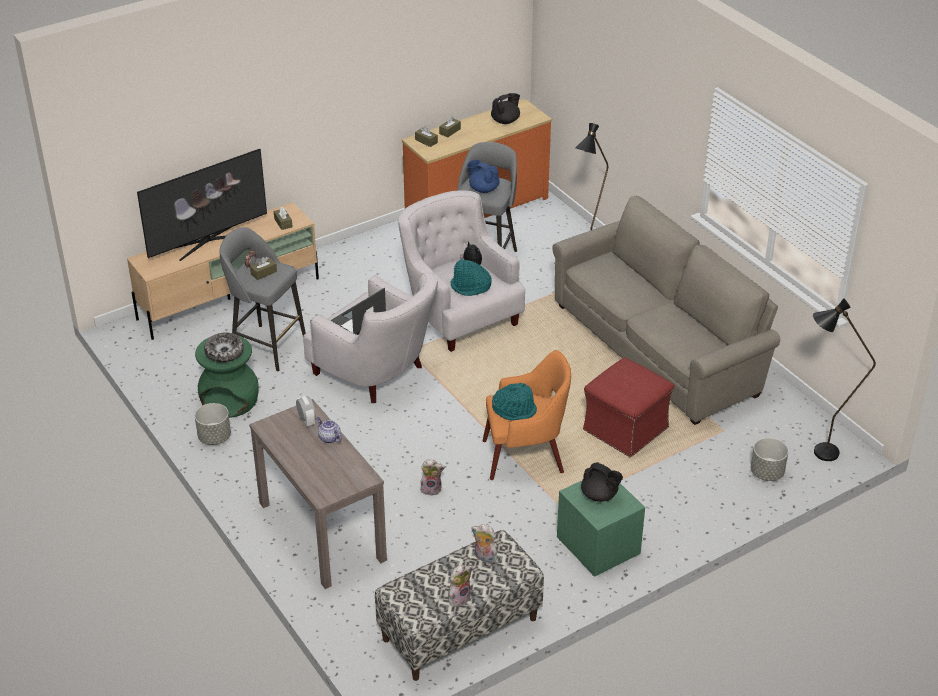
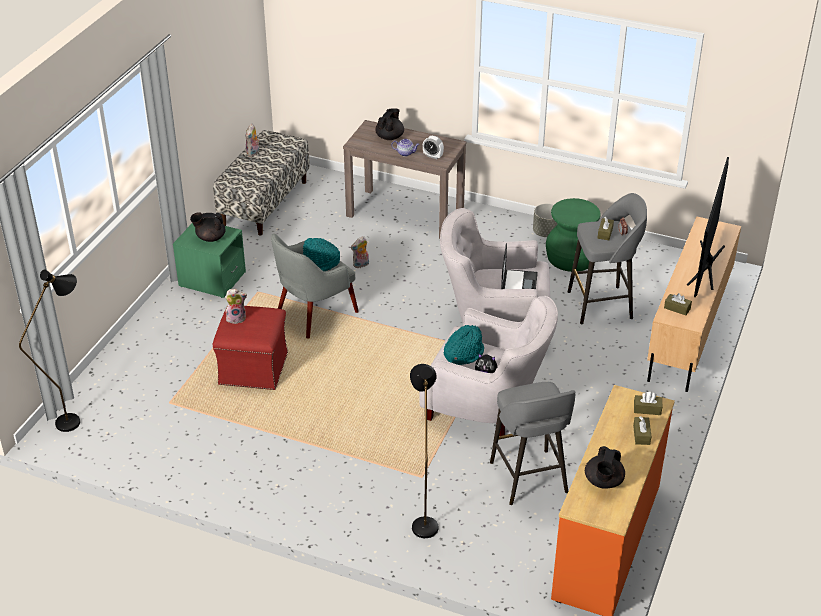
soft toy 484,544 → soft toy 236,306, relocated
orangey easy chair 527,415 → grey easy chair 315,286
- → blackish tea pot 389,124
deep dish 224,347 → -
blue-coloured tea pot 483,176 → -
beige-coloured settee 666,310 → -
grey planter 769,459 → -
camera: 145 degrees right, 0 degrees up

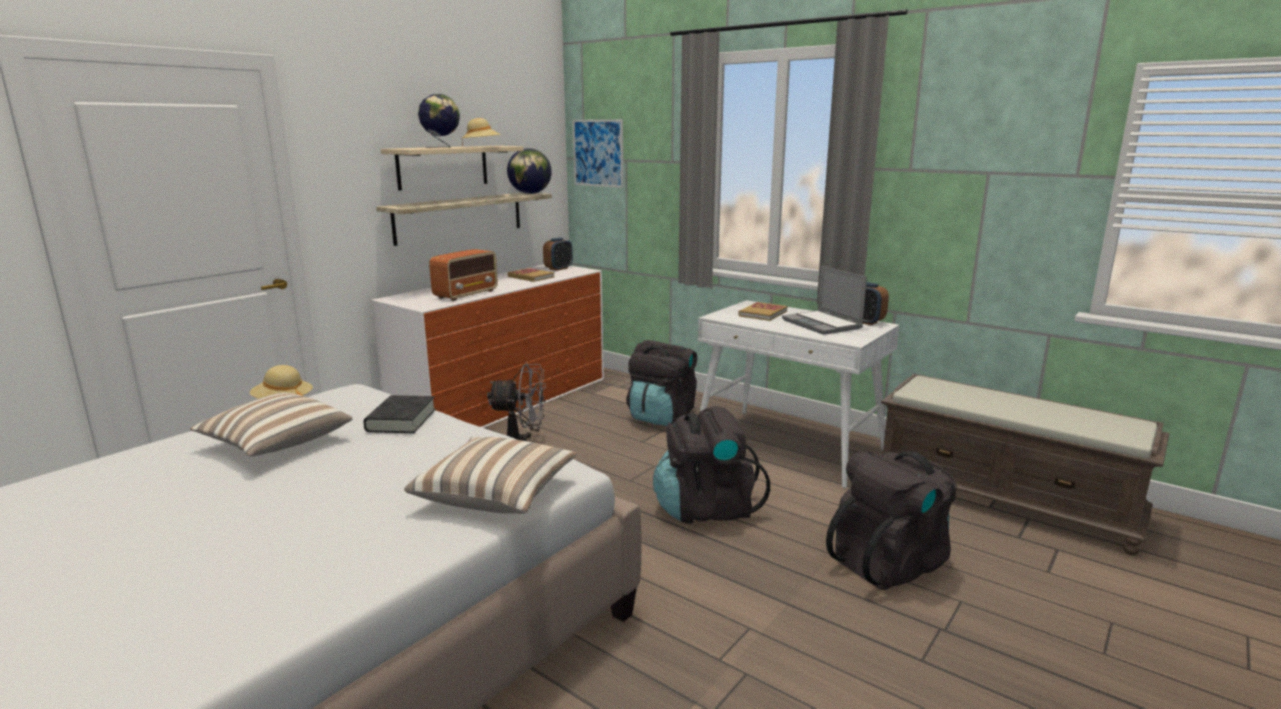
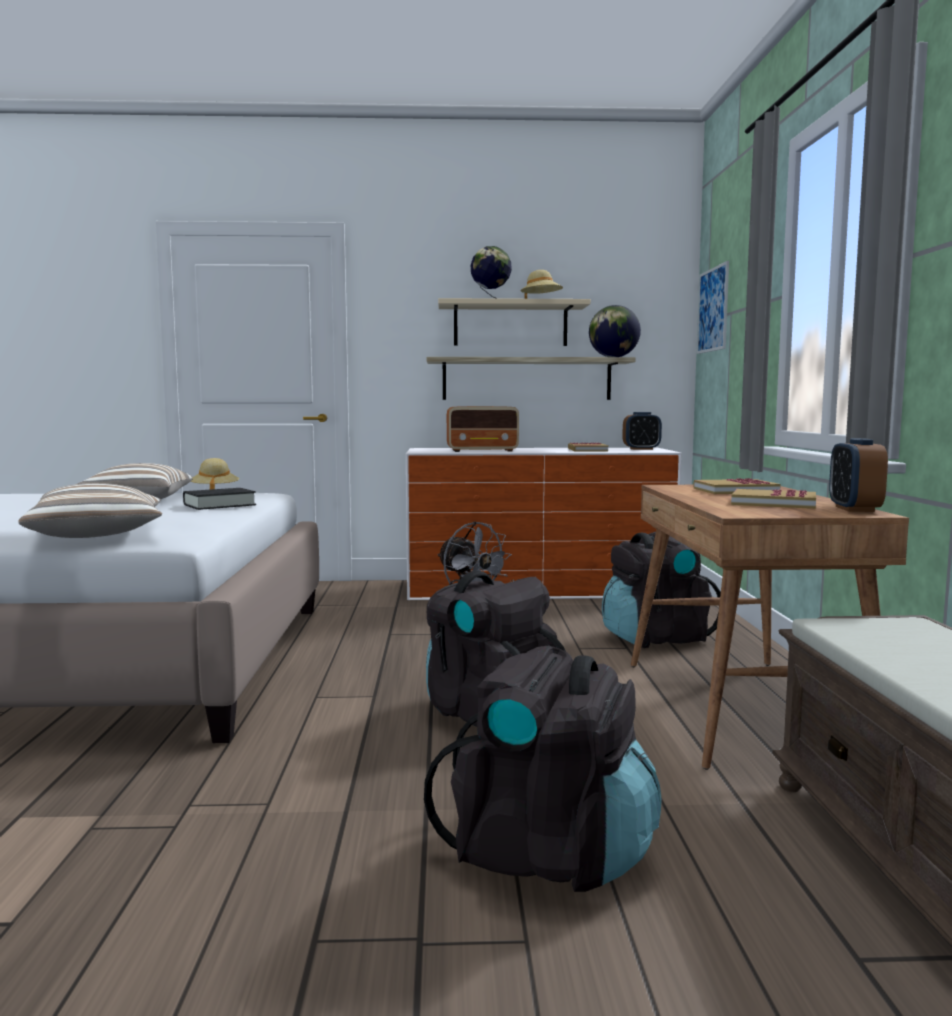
whitish desk 799,394 → brown-coloured desk 770,627
laptop 824,300 → bound book 773,499
camera: 50 degrees right, 10 degrees down

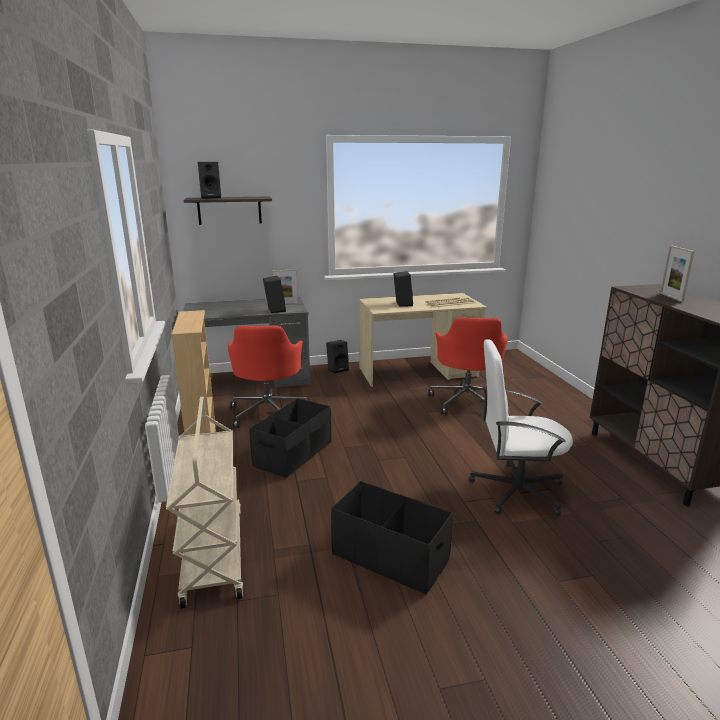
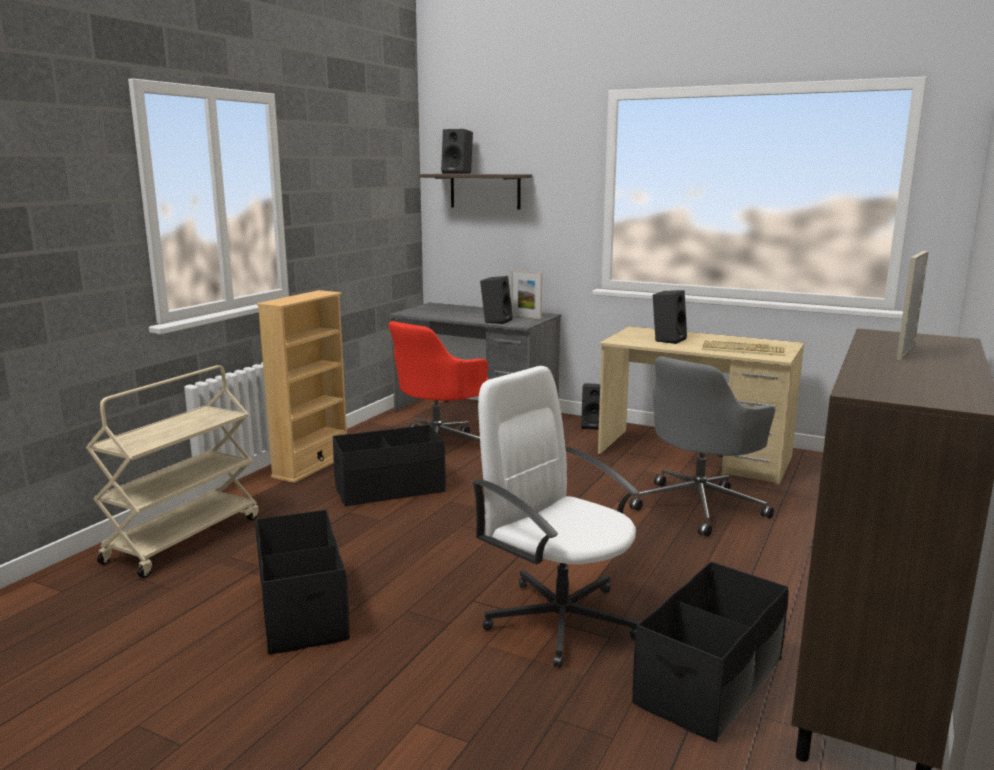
reddish office chair 468,366 → grey office chair 702,446
- → blackish storage bin 710,652
camera: 40 degrees right, 5 degrees down

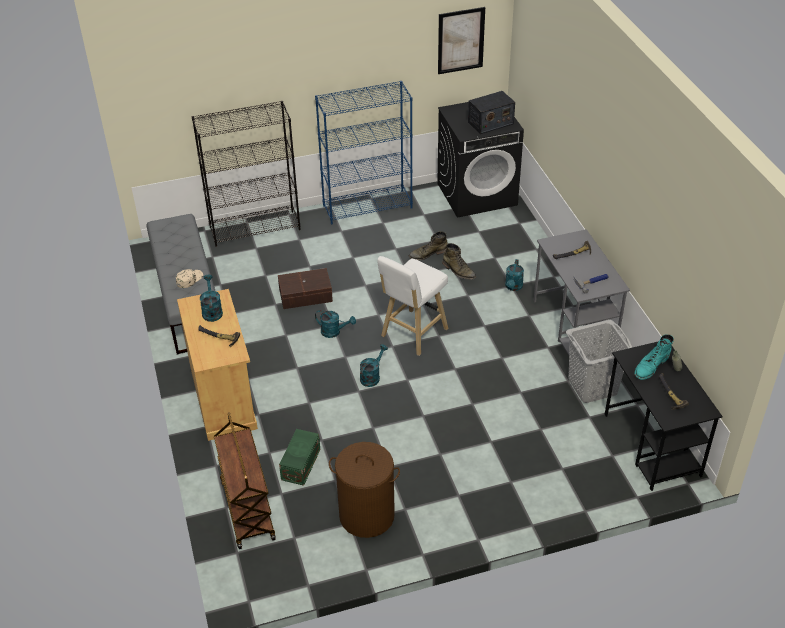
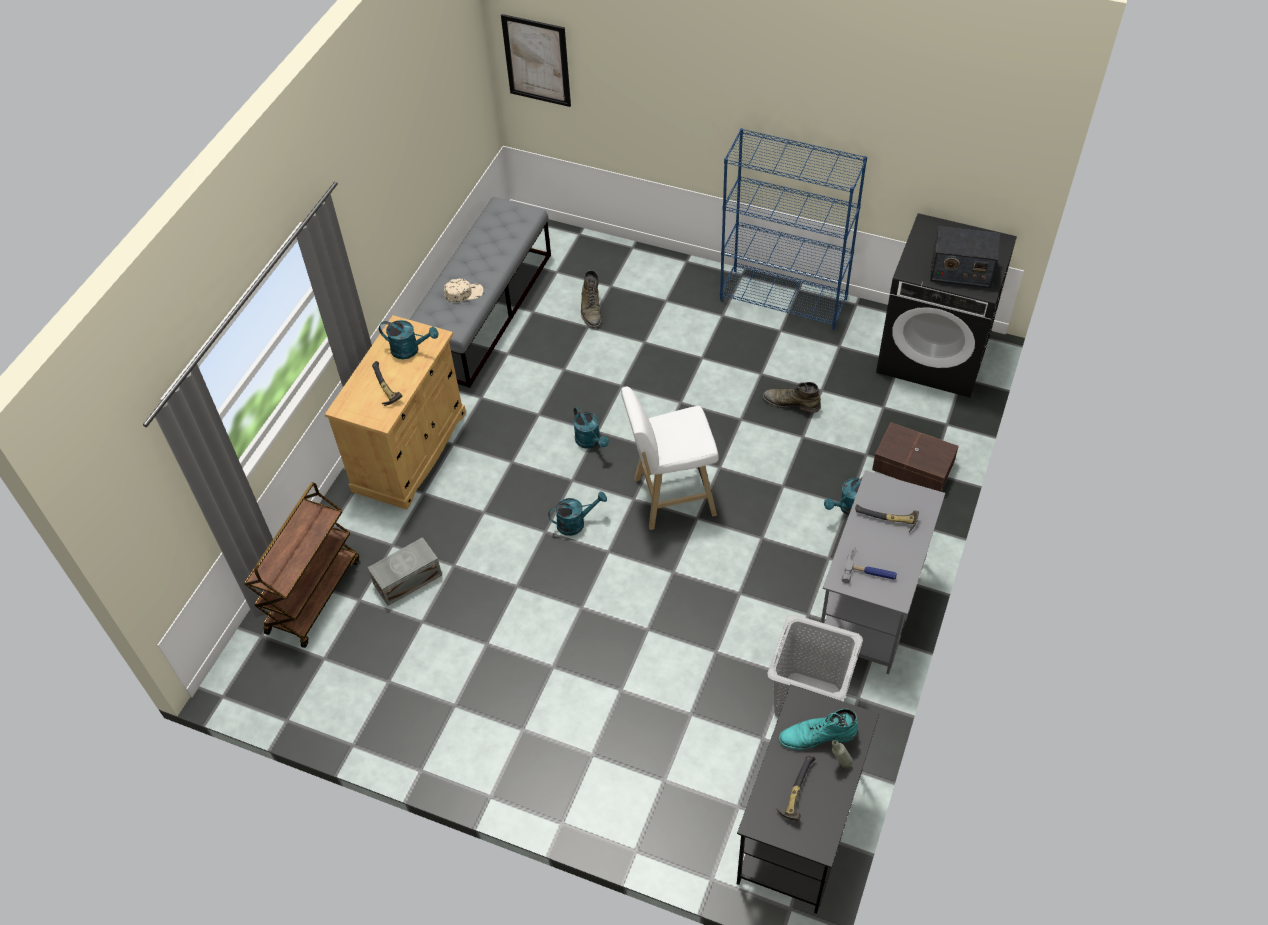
green storage bin 299,457 → grey storage bin 405,571
turquoise watering can 211,298 → turquoise watering can 408,339, 75 degrees clockwise
picture 461,40 → picture 536,60, relocated
green high-top boot 459,261 → green high-top boot 591,298, relocated
brown-coloured storage bin 305,288 → brown-coloured storage bin 915,457, relocated
blackish bookshelf 246,174 → -
brown-coloured hamper 364,490 → -
camera: 40 degrees right, 10 degrees up

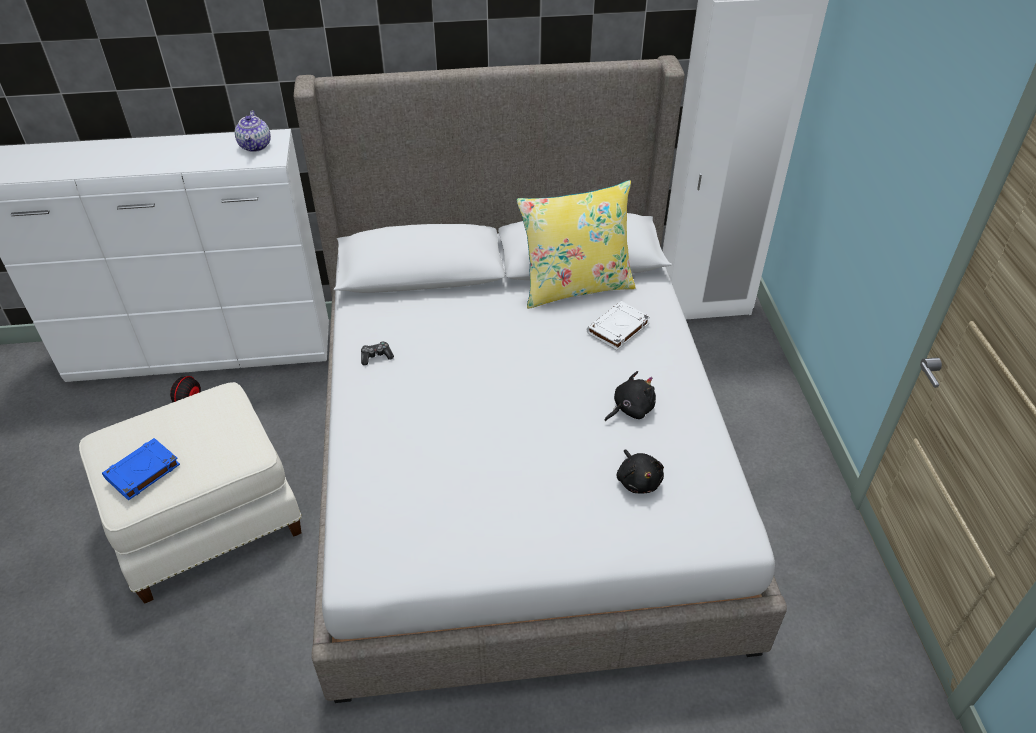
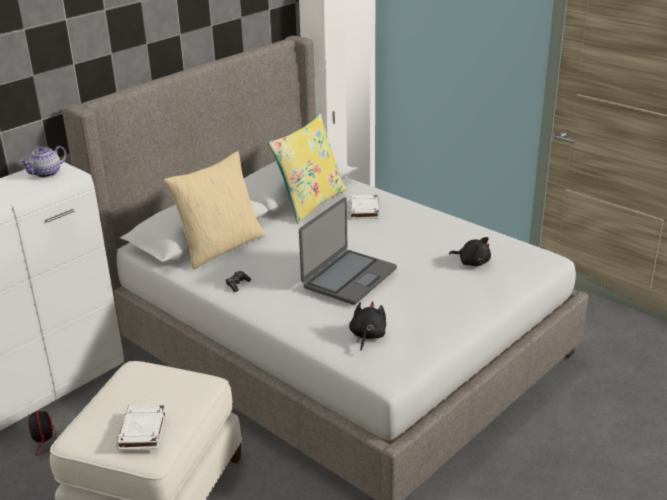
tea pot 253,131 → tea pot 43,162, 90 degrees clockwise
blue-coloured bound book 141,469 → whitish bound book 141,427
- → beige-coloured cushion 214,210
- → laptop 348,251
blackish soft toy 630,396 → blackish soft toy 367,325, relocated
camera: 40 degrees left, 15 degrees down

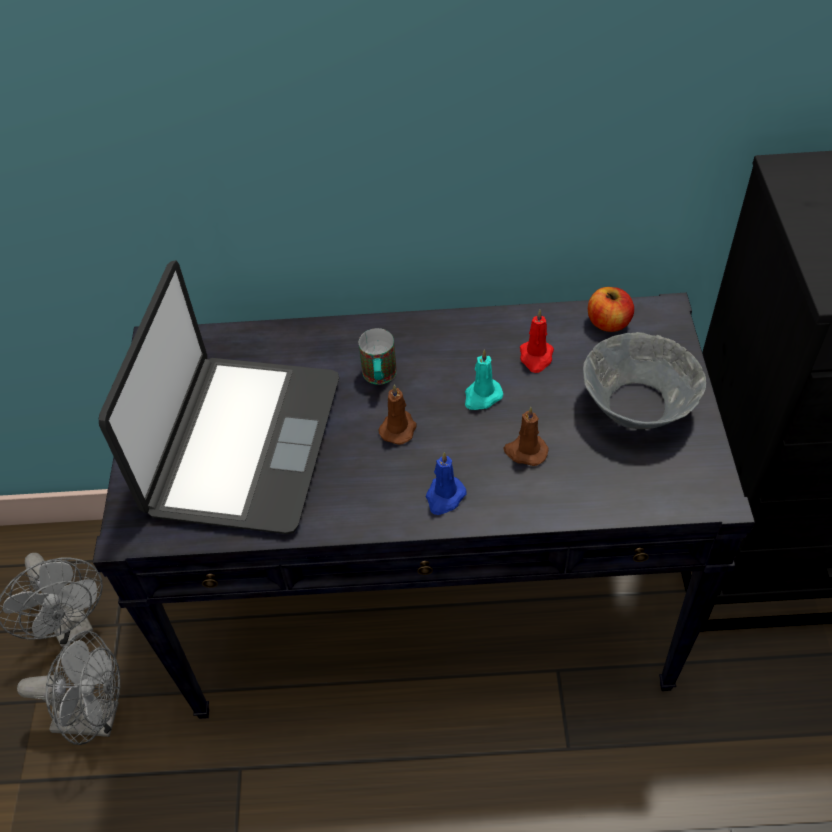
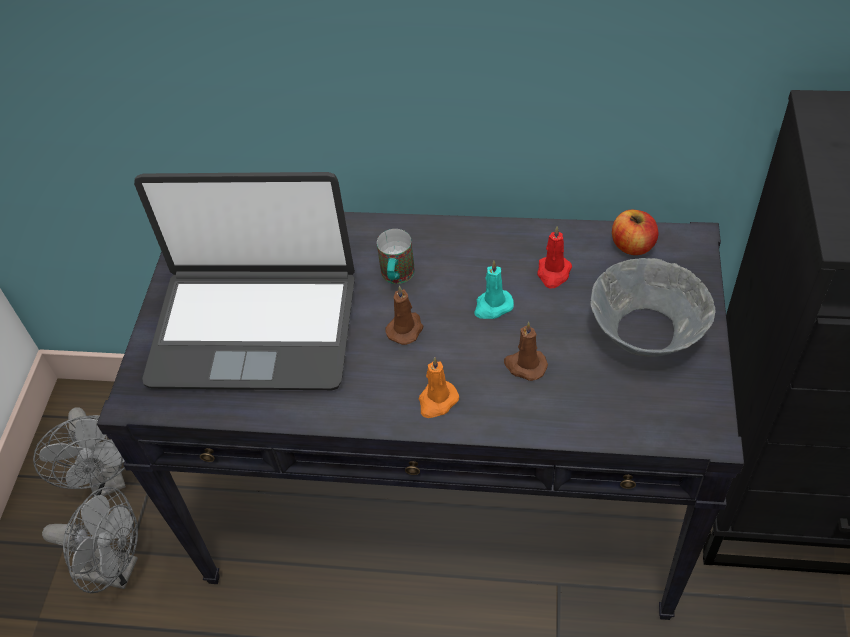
laptop 219,397 → laptop 244,281, 75 degrees clockwise
blue-coloured wax light 446,483 → orangey wax light 439,387
camera: 10 degrees right, 0 degrees up

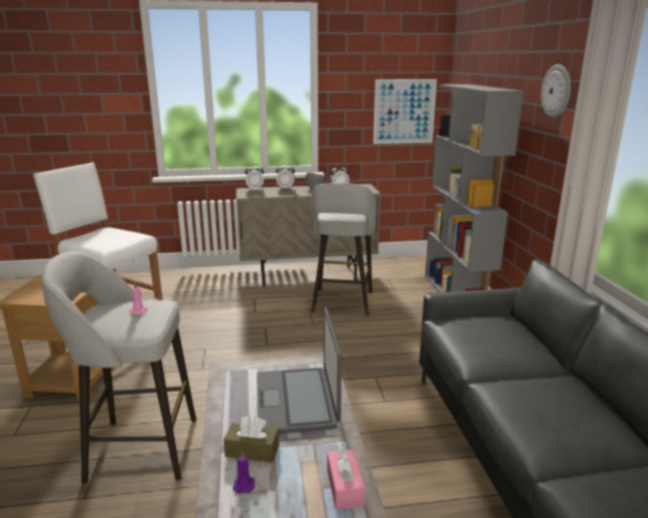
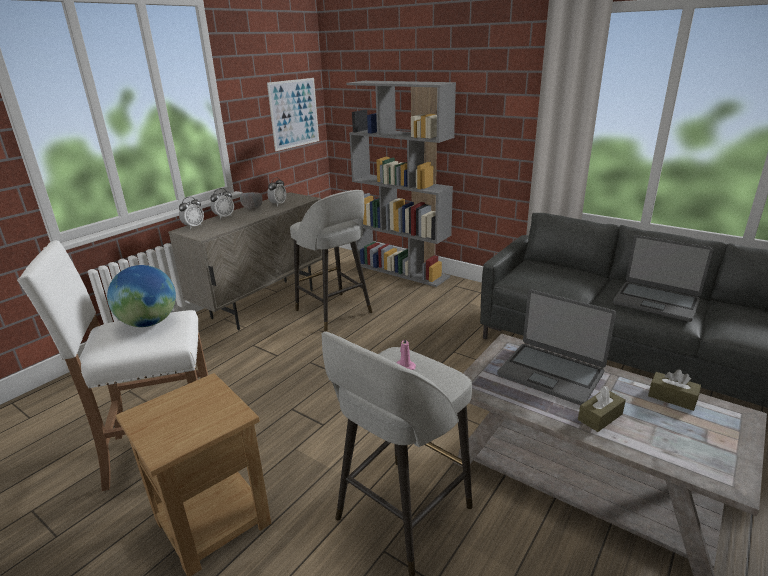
- → globe 141,296
- → laptop 663,278
pink-coloured box of tissues 346,479 → brown-coloured box of tissues 674,390
purple-coloured wax light 244,472 → -
clock on the wall 556,91 → -
camera: 45 degrees left, 5 degrees up

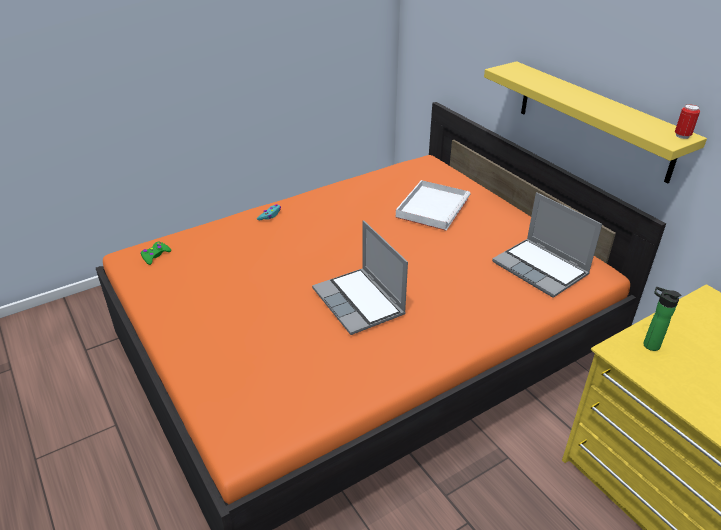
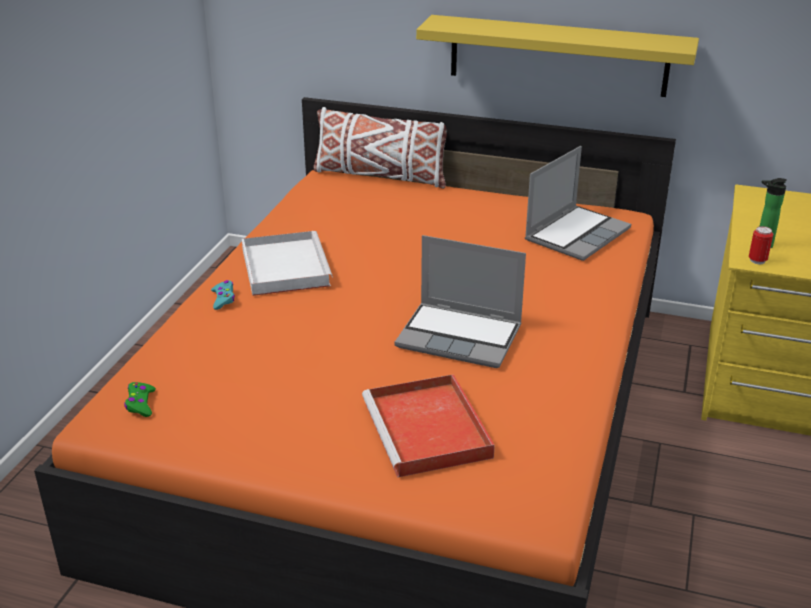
whitish serving tray 433,205 → whitish serving tray 287,263, relocated
- → whitish cushion 380,148
- → reddish serving tray 428,426
laptop 547,245 → laptop 578,203, 60 degrees counterclockwise
metal can 687,121 → metal can 761,245, relocated
camera: 40 degrees left, 5 degrees down

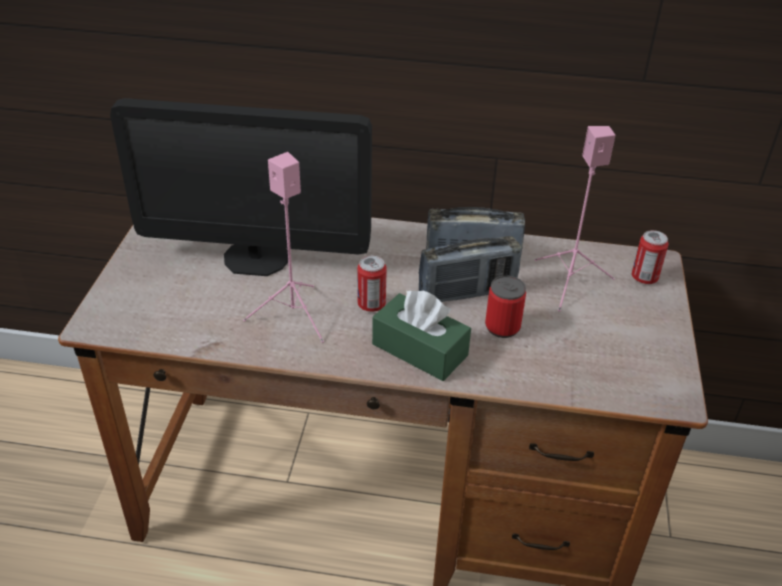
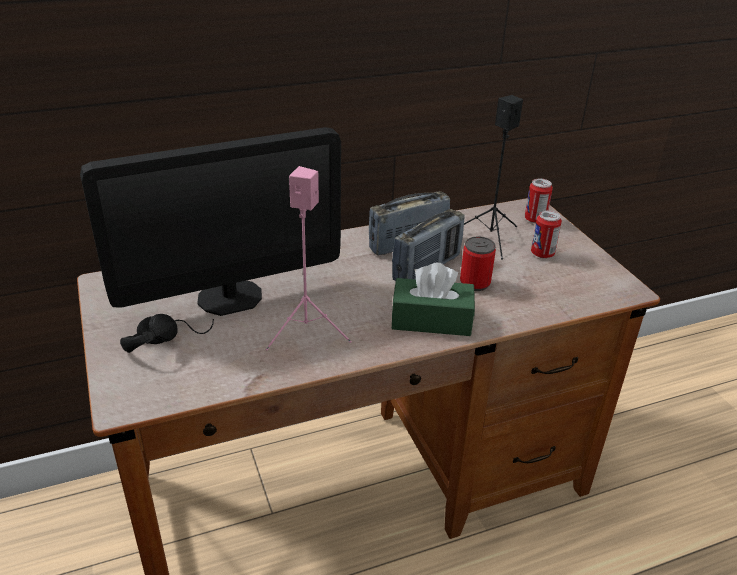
- → blackish headset 167,333
pink-coloured loudspeaker 575,219 → blackish loudspeaker 493,177
metal can 372,284 → metal can 546,234, relocated
camera: 30 degrees left, 5 degrees down

